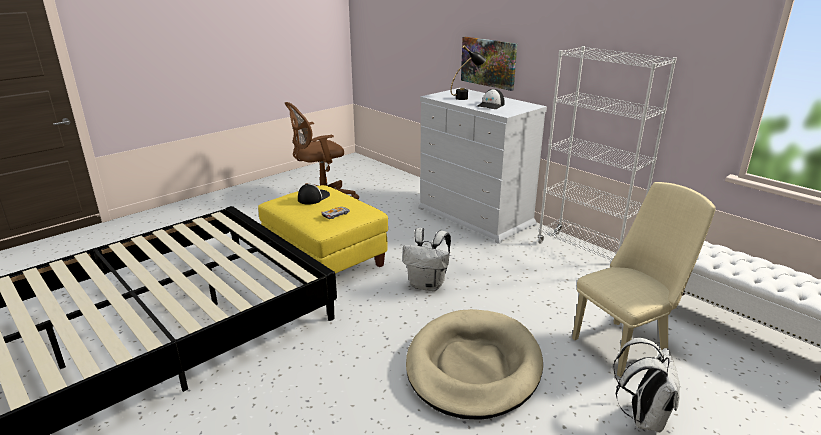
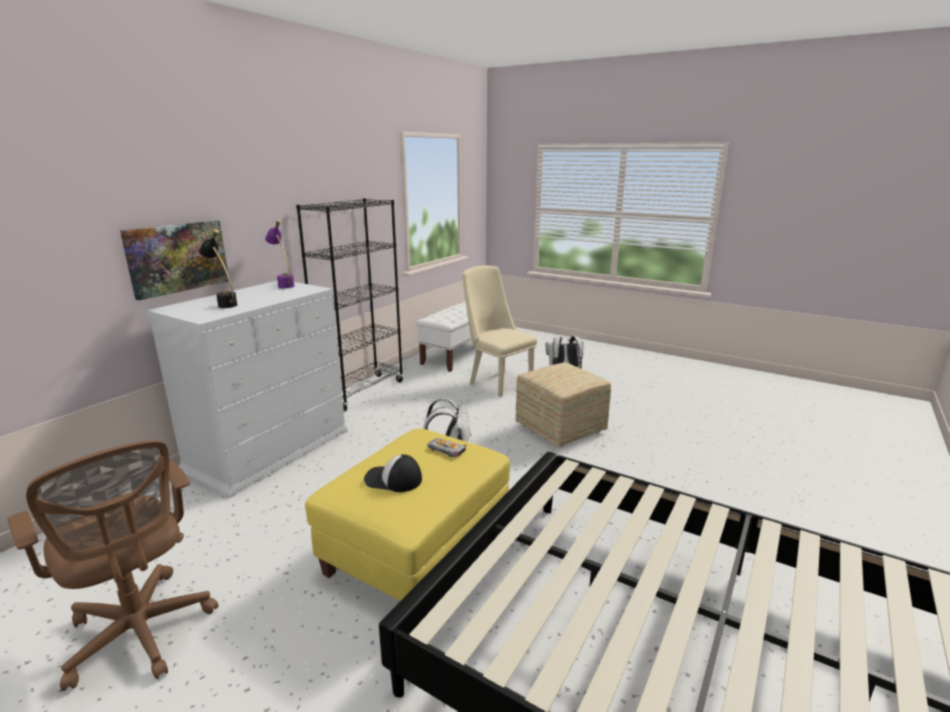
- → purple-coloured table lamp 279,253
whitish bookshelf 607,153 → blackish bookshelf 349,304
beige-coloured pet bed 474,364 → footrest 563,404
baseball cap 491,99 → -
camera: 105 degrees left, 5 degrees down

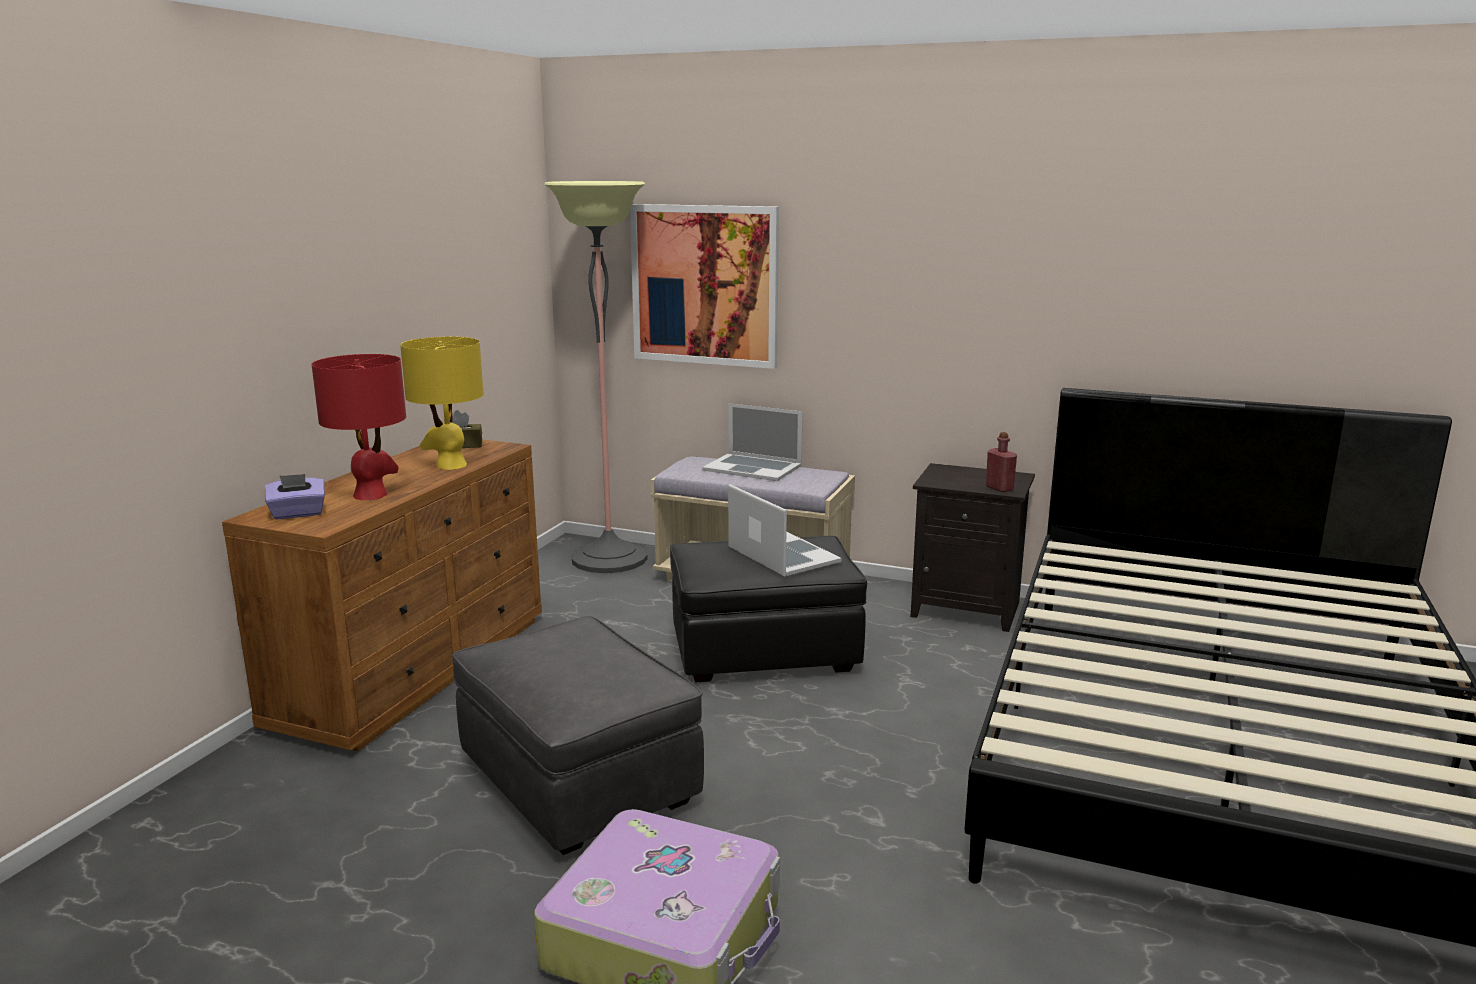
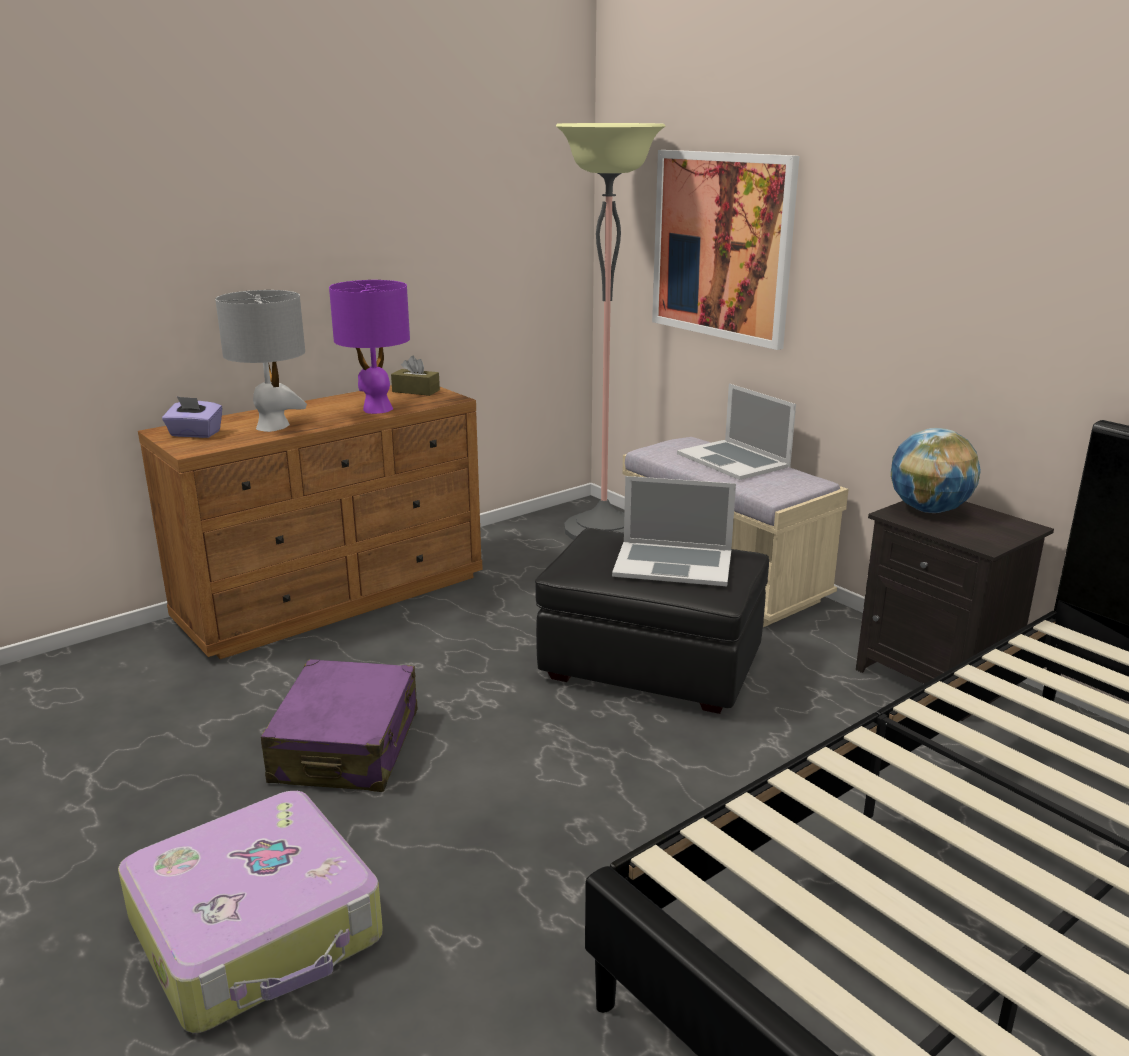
reddish table lamp 358,427 → grey table lamp 261,361
grey footrest 578,735 → purple-coloured travel case 339,725
yellow-coloured table lamp 442,403 → purple-coloured table lamp 369,347
laptop 785,530 → laptop 674,531, 105 degrees clockwise
- → globe 936,470
reddish drink bottle 1001,462 → -
camera: 30 degrees right, 5 degrees up

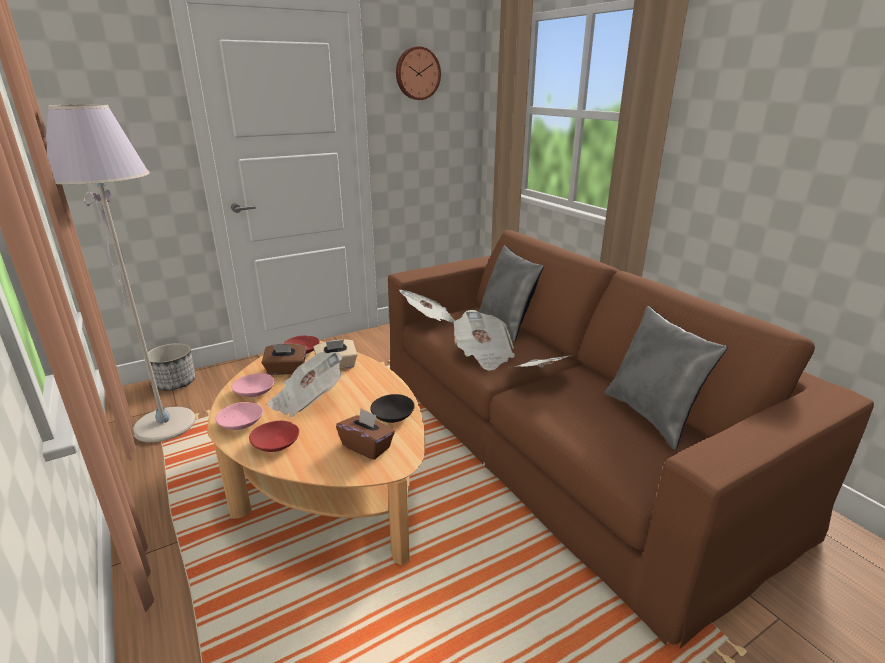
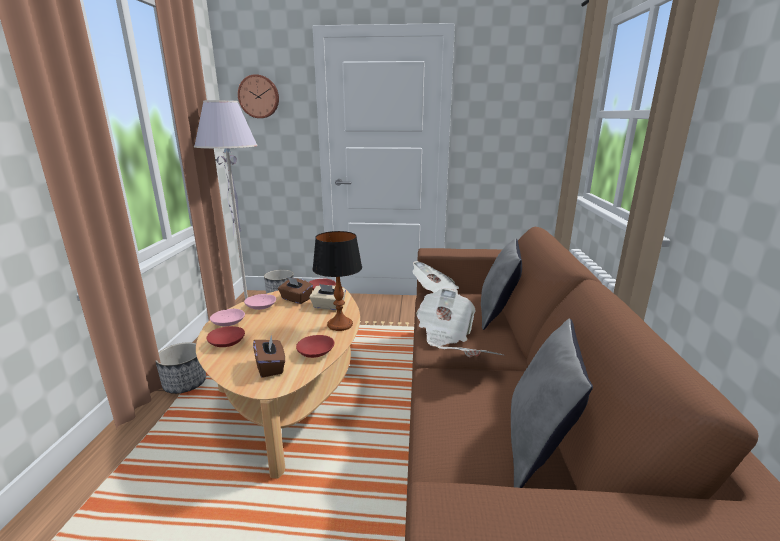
- → planter 180,368
clock on the wall 418,73 → clock on the wall 258,96, relocated
blackish deep dish 392,408 → reddish deep dish 315,346
- → table lamp 337,281
newspaper 305,384 → -
camera: 35 degrees right, 5 degrees down

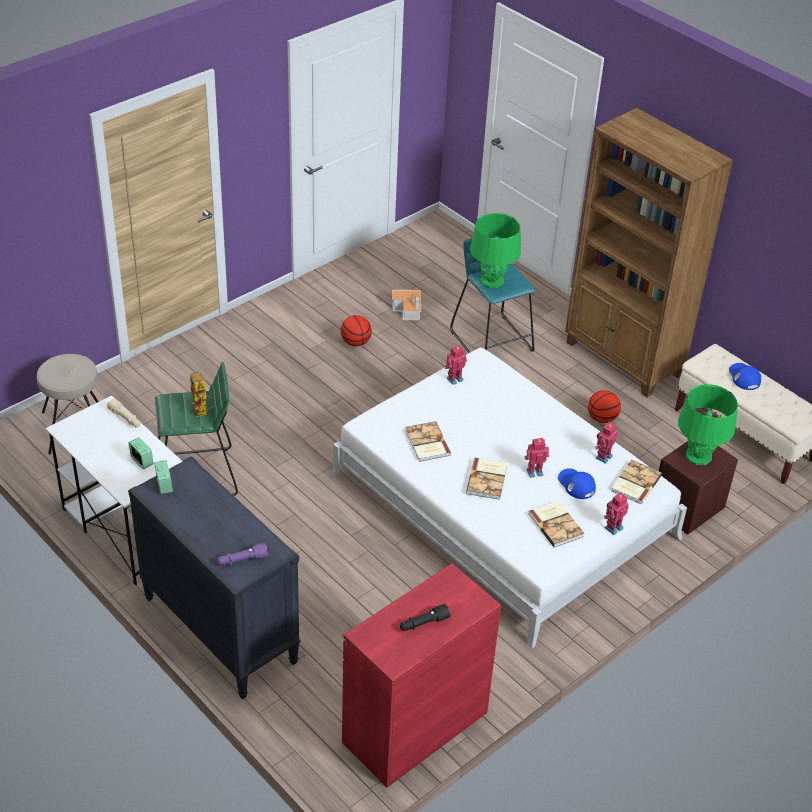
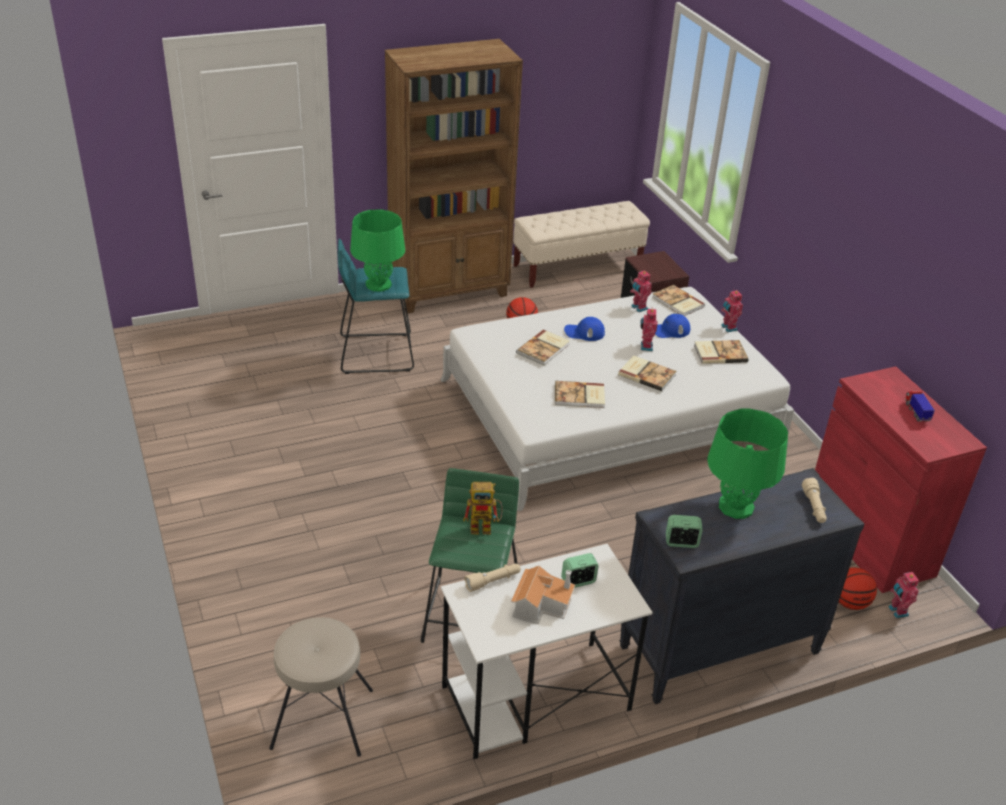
toy house 406,305 → toy house 543,595, relocated
- → bound book 543,347
blue-coloured baseball cap 745,376 → blue-coloured baseball cap 584,329, relocated
green table lamp 708,424 → green table lamp 747,464, relocated
purple-coloured flashlight 242,554 → beige-coloured flashlight 814,500
ball for basketball 356,330 → ball for basketball 858,588, relocated
toy robot 455,365 → toy robot 904,595, relocated
blackish flashlight 425,617 → toy truck 920,406
camera: 70 degrees left, 5 degrees down

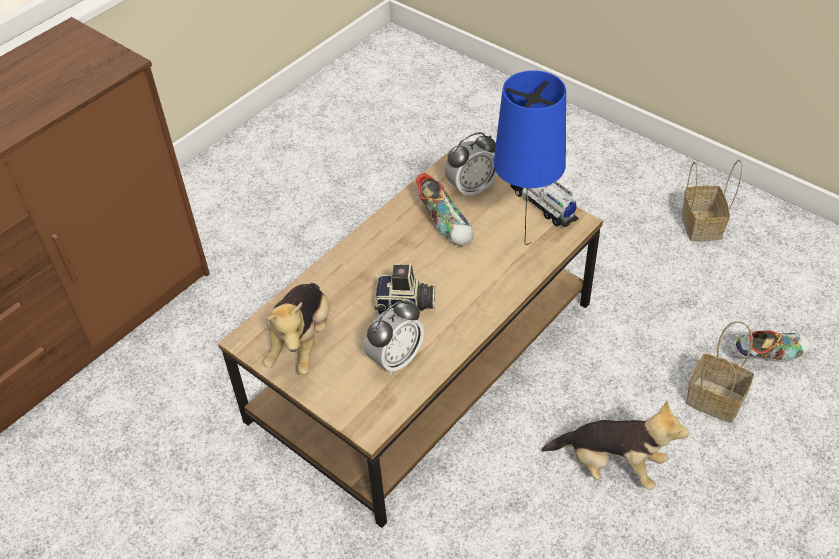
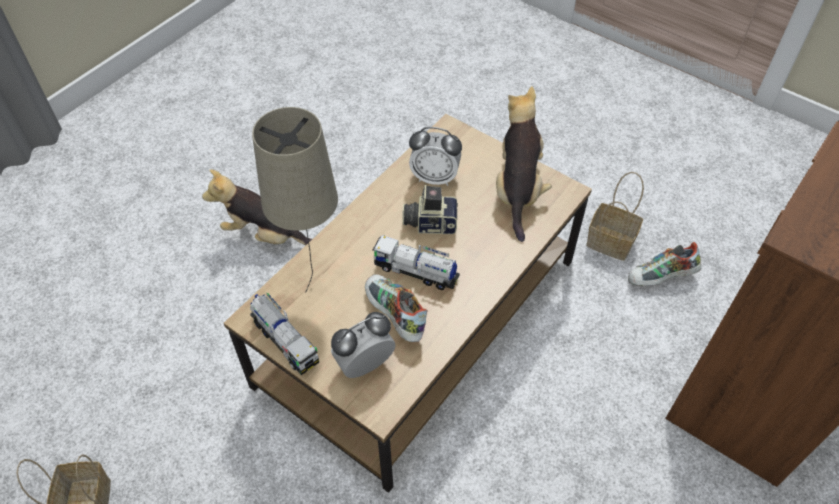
blue-coloured table lamp 530,157 → beige-coloured table lamp 295,200
- → toy truck 416,262
alarm clock 394,337 → alarm clock 435,156, 120 degrees counterclockwise
basket 720,372 → basket 615,216, relocated
low shoe 770,346 → low shoe 665,264, relocated
camera: 175 degrees right, 5 degrees up

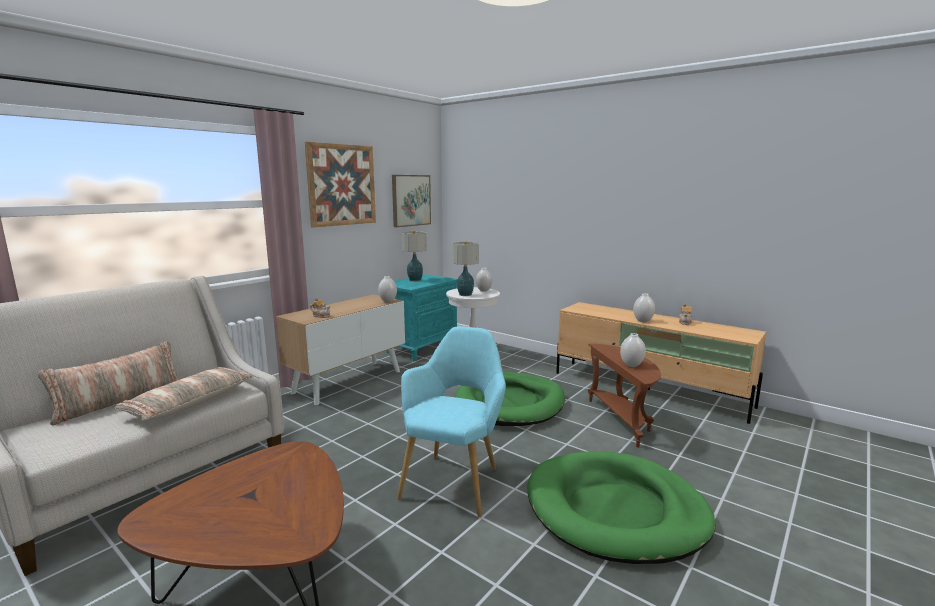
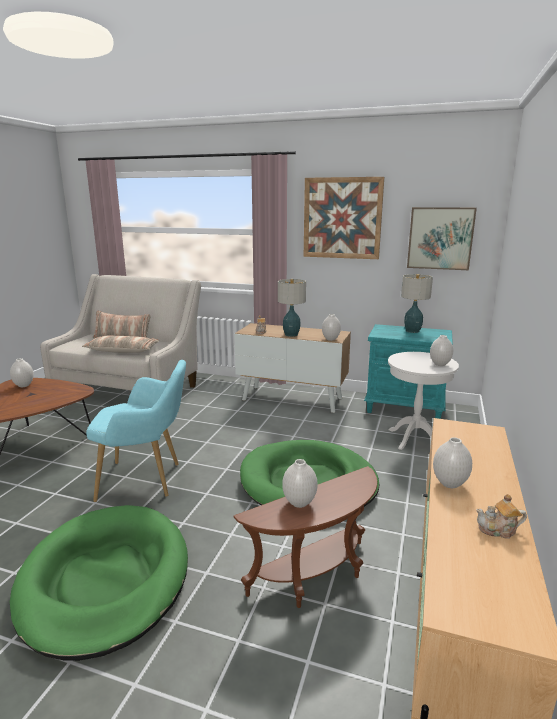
- → whitish decorative vase 22,372
table lamp 465,268 → table lamp 292,308, relocated
camera: 70 degrees right, 5 degrees up

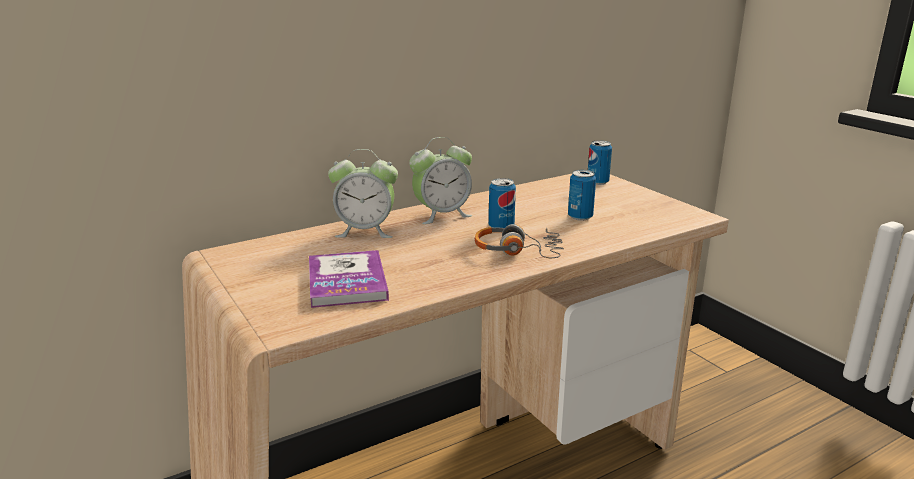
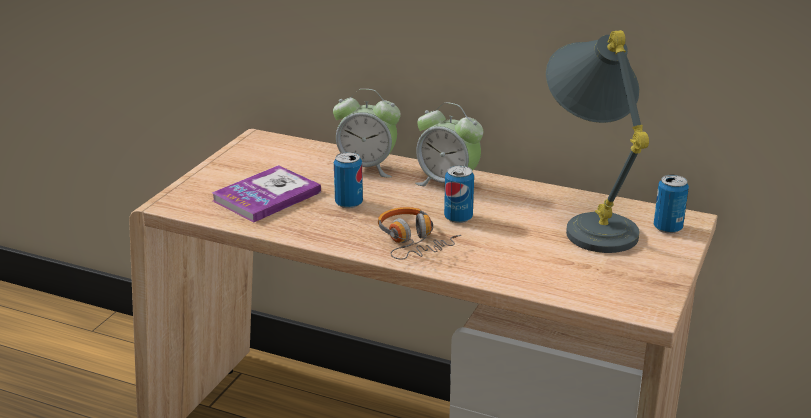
alarm clock 363,193 → alarm clock 367,133, 45 degrees counterclockwise
metal can 582,195 → metal can 348,180, relocated
- → grey table lamp 597,141
camera: 55 degrees right, 5 degrees up

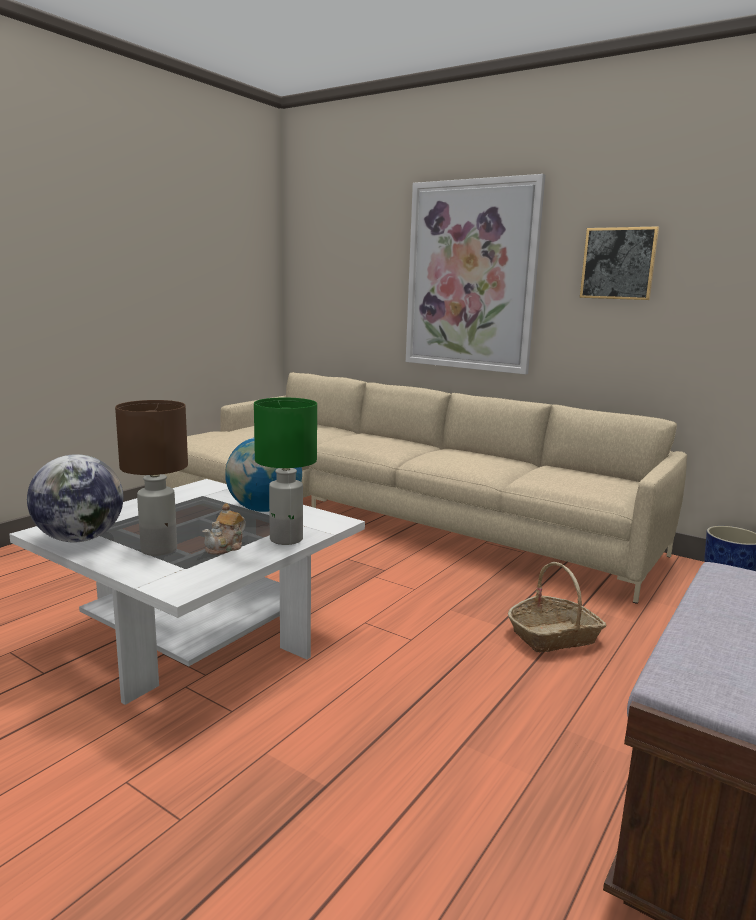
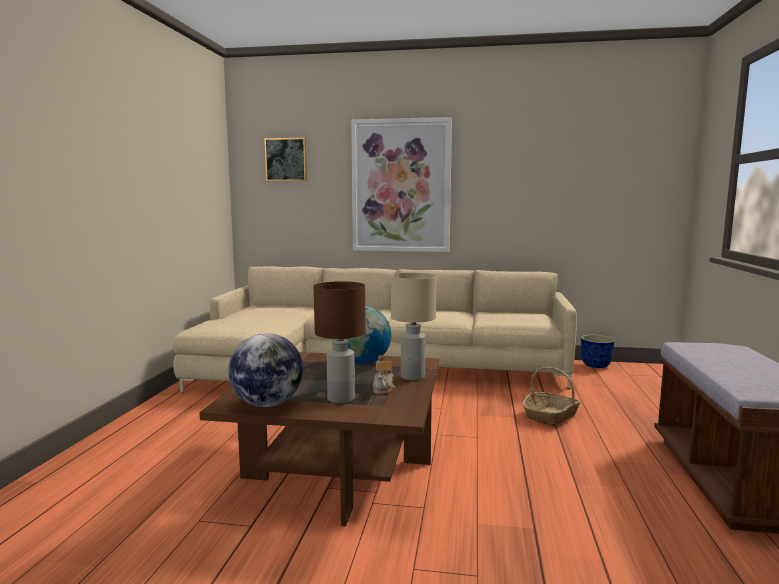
whitish coffee table 187,592 → brown-coloured coffee table 319,439
picture 619,263 → picture 285,159, relocated
green table lamp 285,471 → beige-coloured table lamp 414,326
camera: 25 degrees left, 5 degrees down

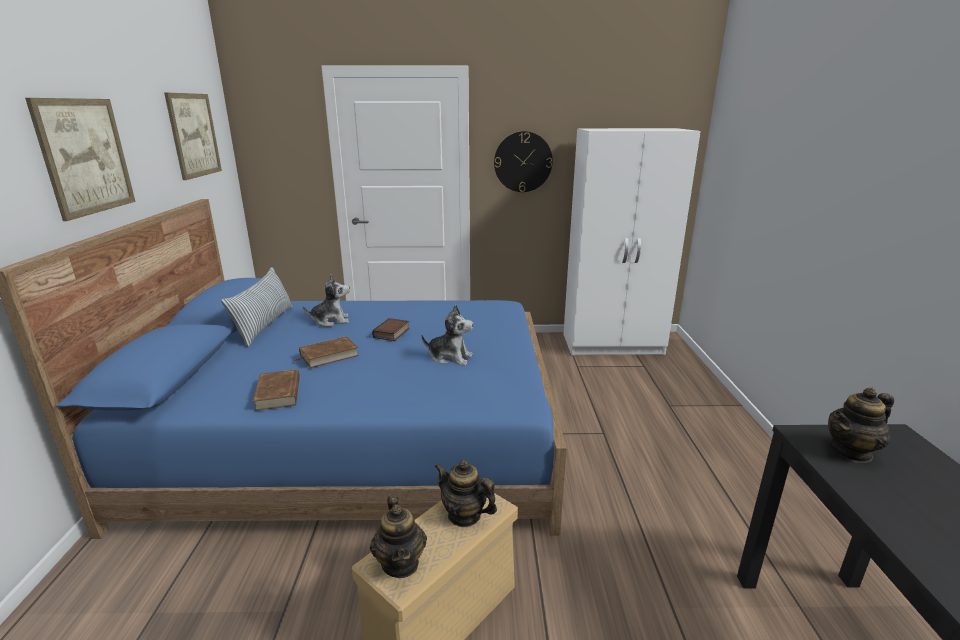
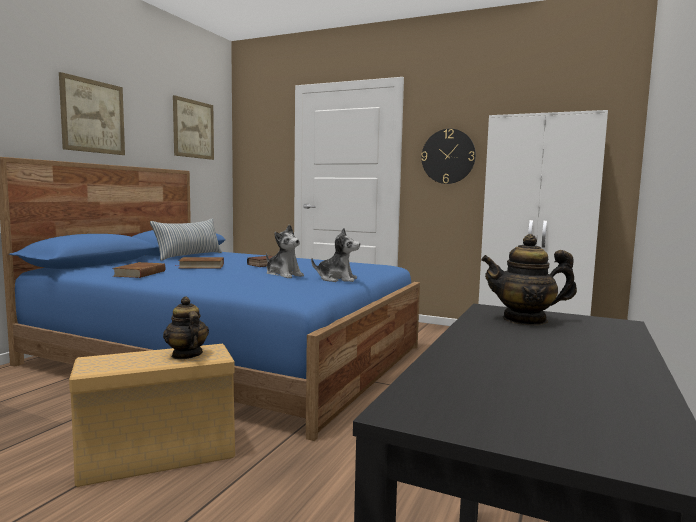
soft toy 326,300 → soft toy 335,255, relocated
tea pot 398,536 → -
camera: 25 degrees right, 15 degrees down

